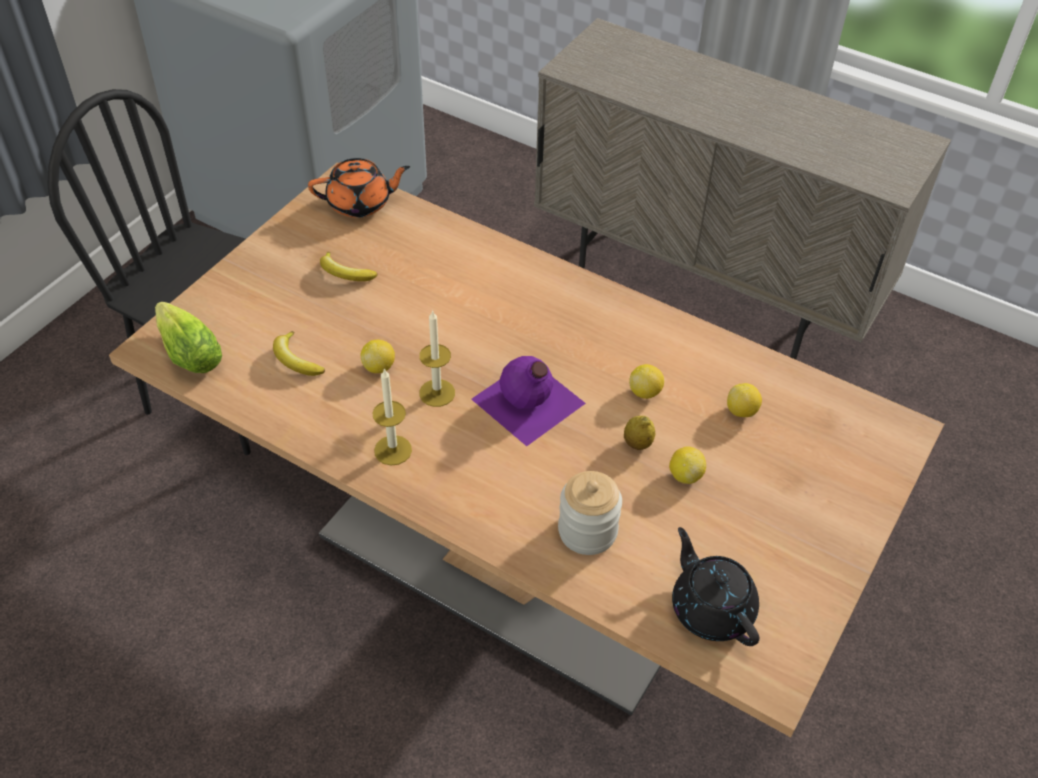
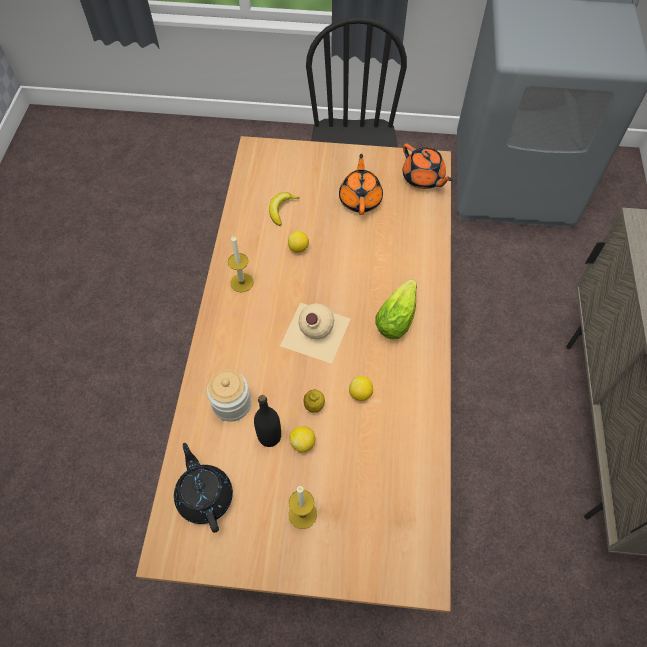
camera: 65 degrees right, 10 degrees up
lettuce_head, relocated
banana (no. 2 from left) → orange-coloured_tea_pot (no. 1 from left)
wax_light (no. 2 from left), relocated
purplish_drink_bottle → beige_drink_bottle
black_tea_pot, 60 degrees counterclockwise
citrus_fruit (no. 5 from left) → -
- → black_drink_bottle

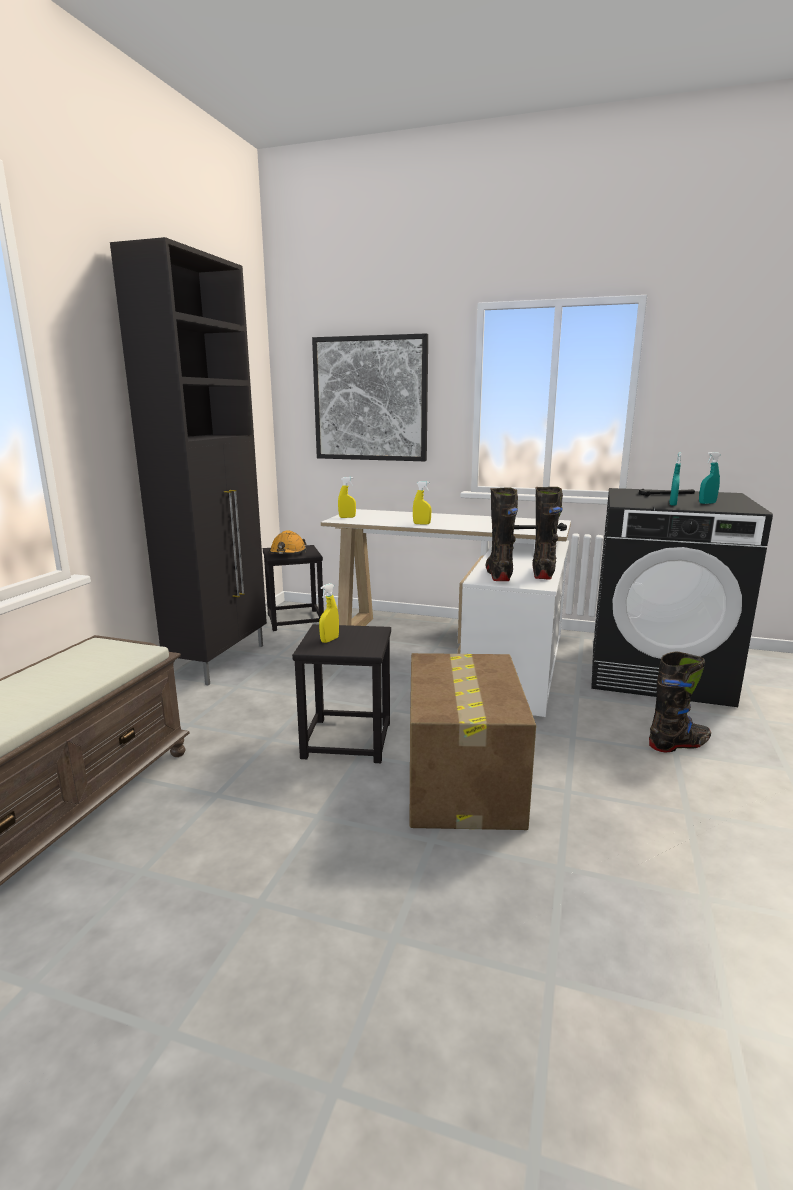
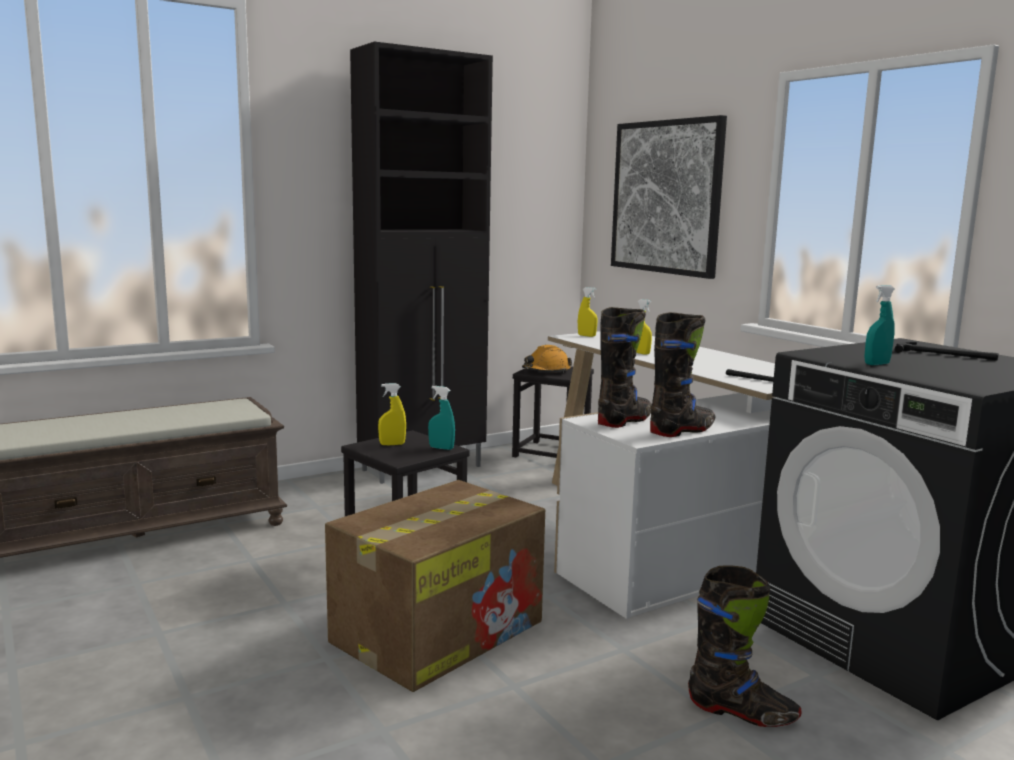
camera: 40 degrees right, 5 degrees down
turquoise_sprayer (no. 2 from left in the first image) → turquoise_sprayer (no. 1 from left), relocated

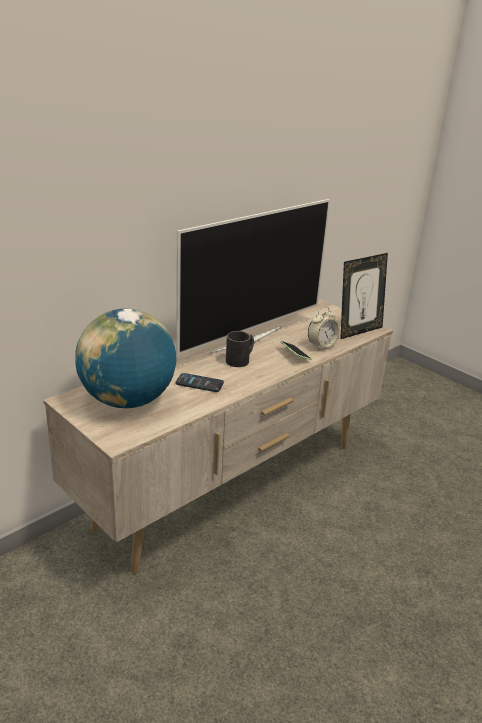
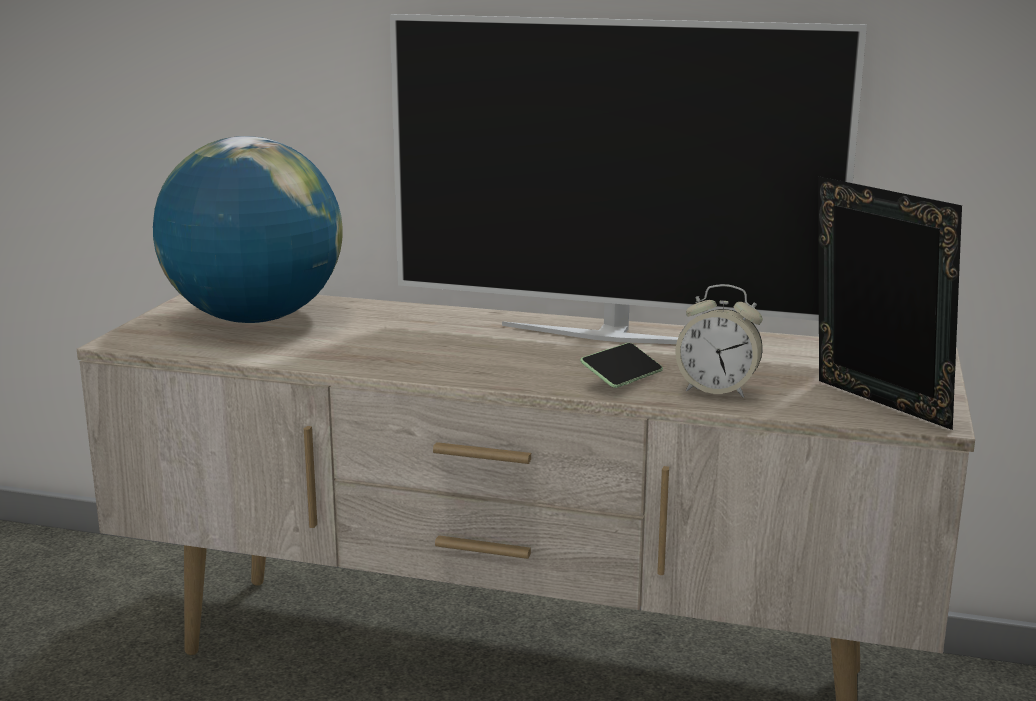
camera: 60 degrees right, 10 degrees down
handset (no. 1 from left) → -
black_tea_mug → -
standing_frame, 150 degrees counterclockwise

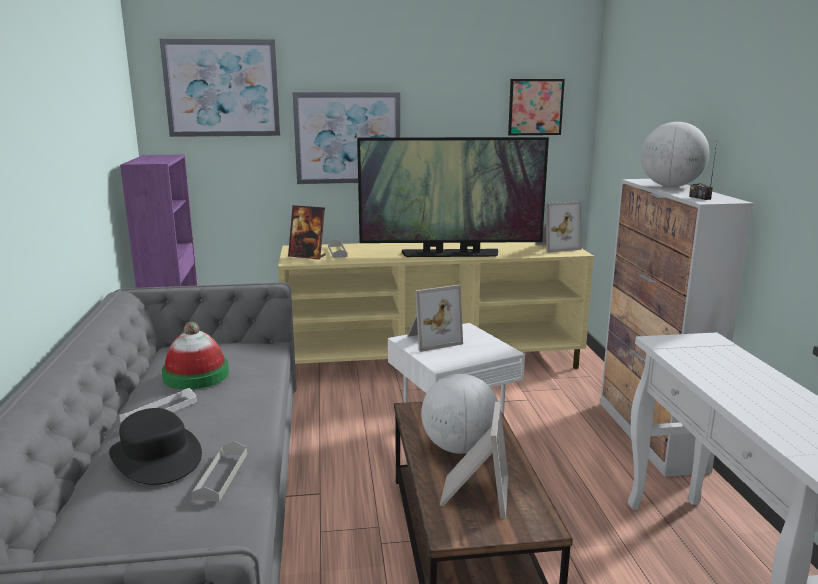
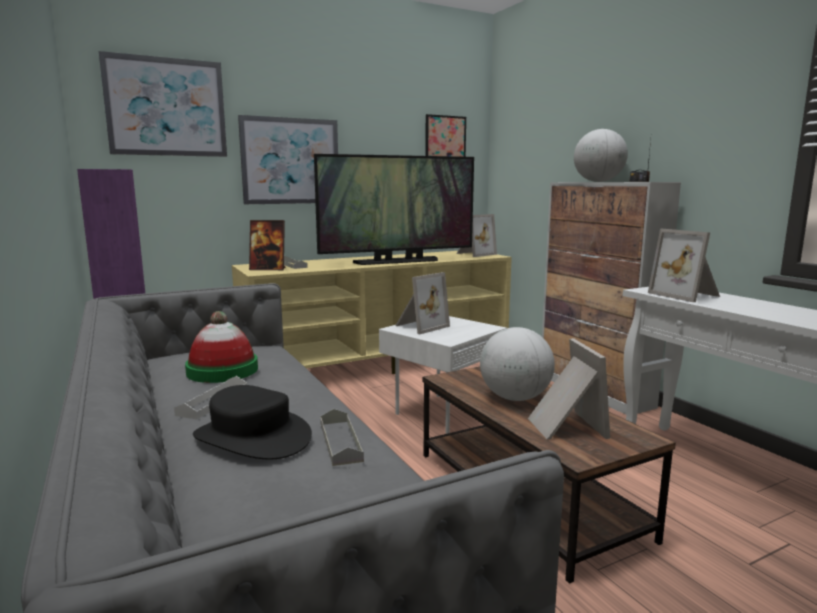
camera: 20 degrees left, 5 degrees down
- → standing_frame (no. 5 from left)

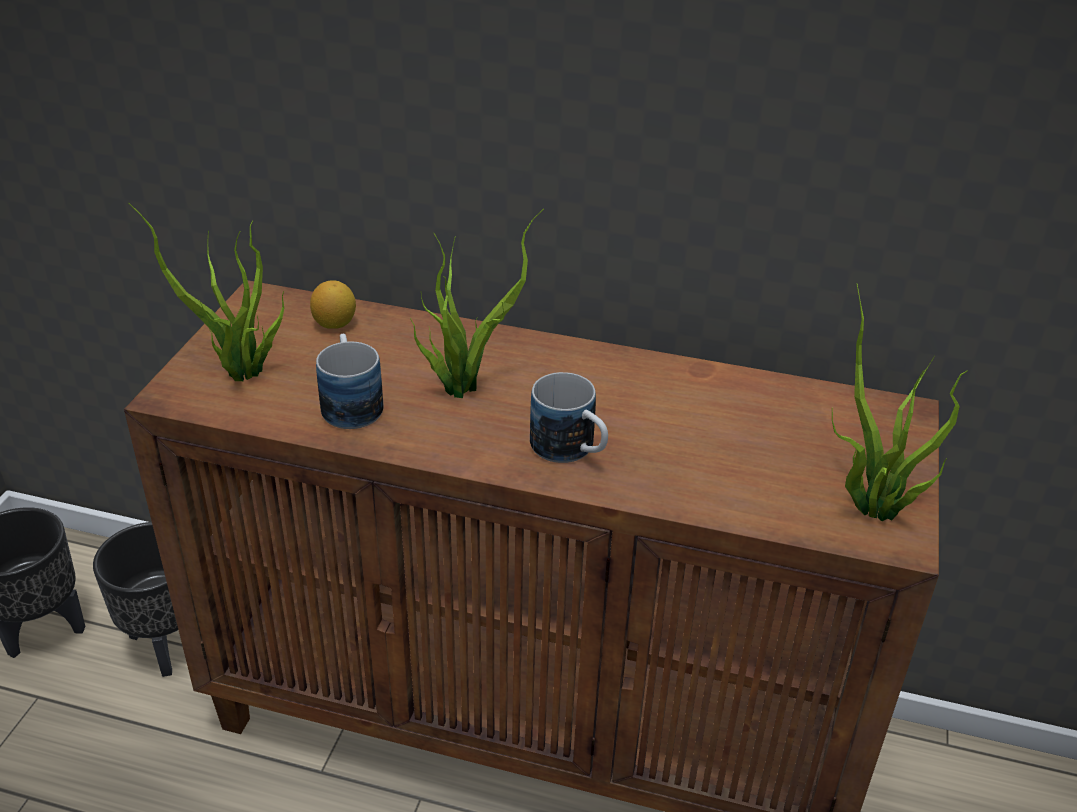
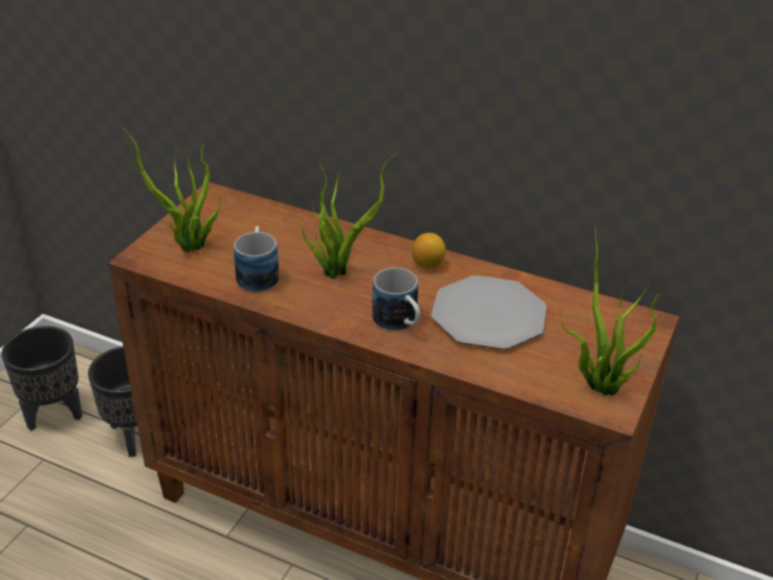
camera: 10 degrees right, 0 degrees up
citrus_fruit, relocated
- → dinner_plate

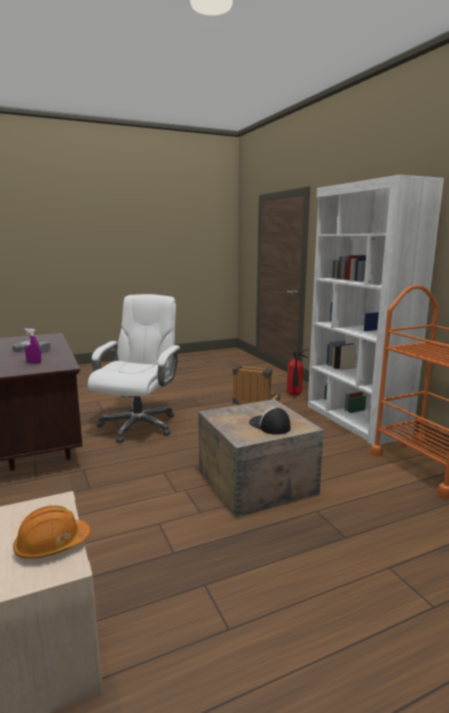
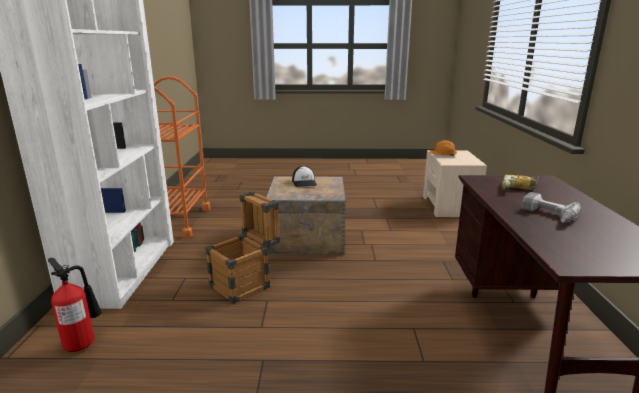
camera: 155 degrees left, 5 degrees up
purplish_sprayer → power_drill (no. 1 from left)
white-coloured_office_chair → -

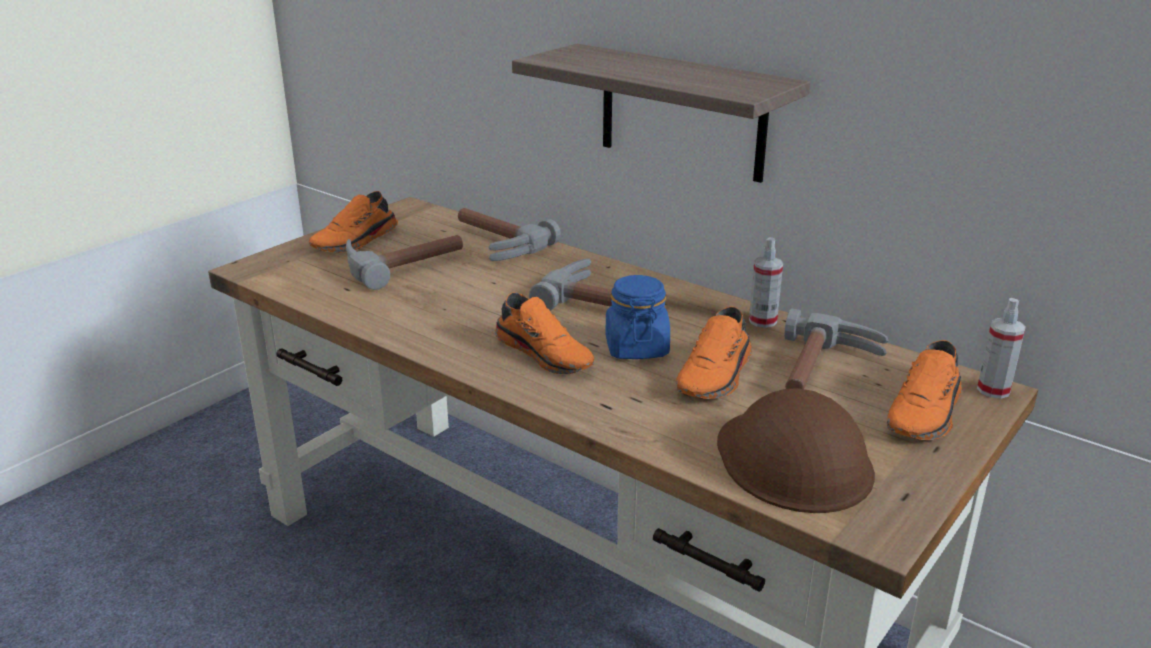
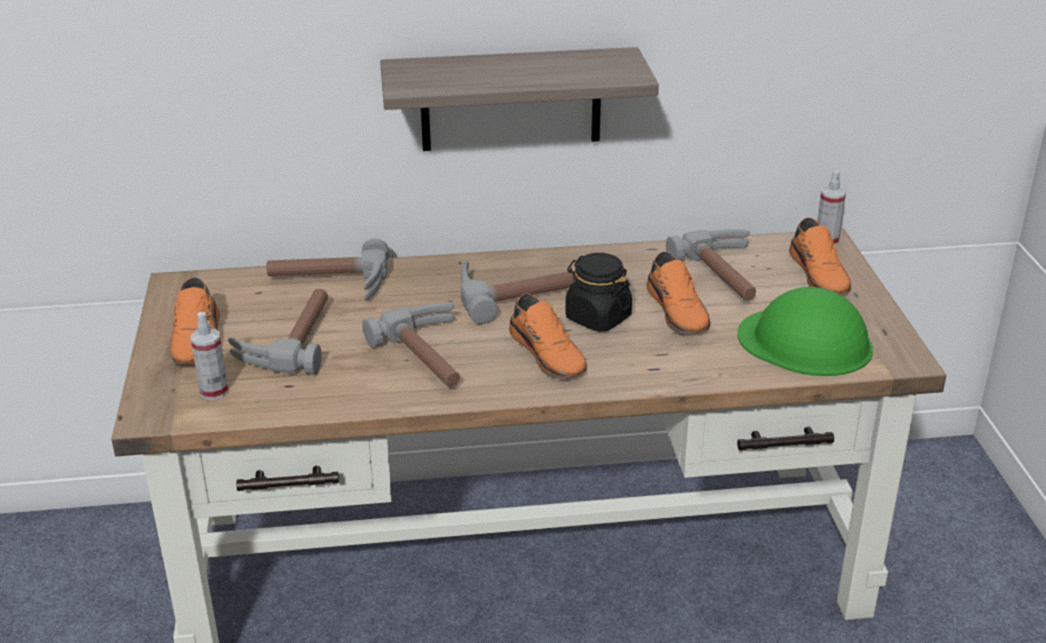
camera: 45 degrees left, 5 degrees up
orange-coloured_low_shoe (no. 2 from left), 60 degrees clockwise
bluish_preserve_jar → black_preserve_jar
brown_work_helmet → green_work_helmet
sprayer (no. 1 from left), relocated
- → tool_hammer (no. 3 from left)

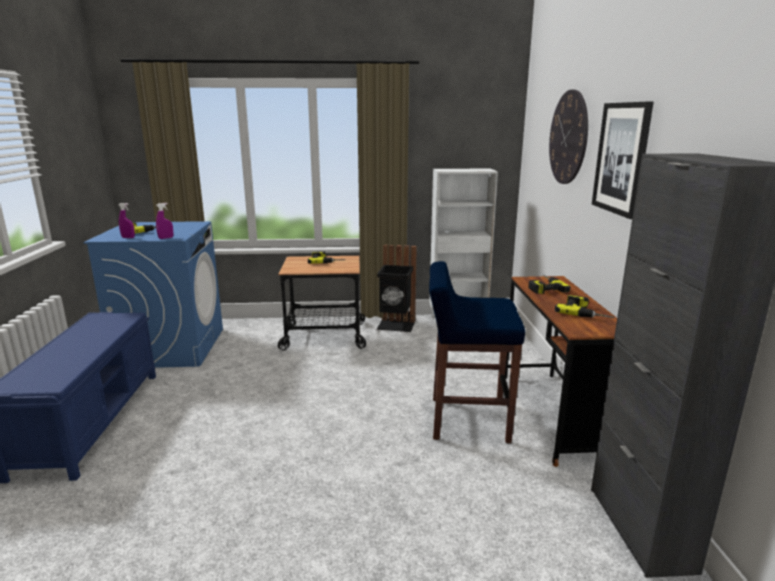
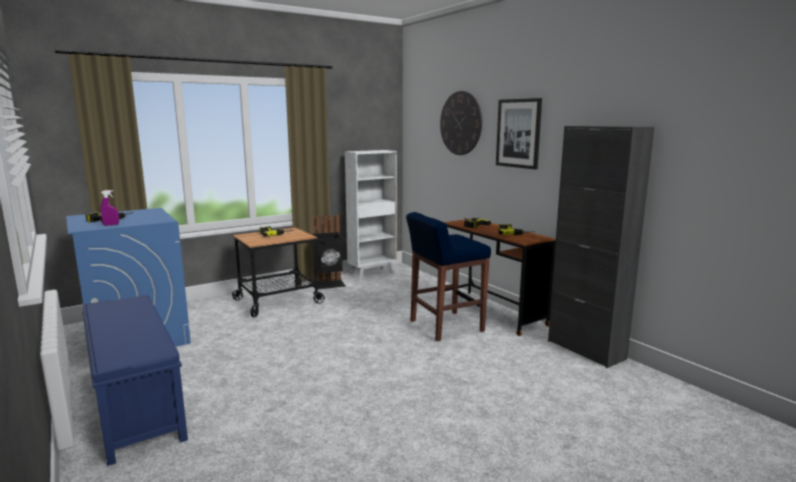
camera: 30 degrees left, 5 degrees down
purplish_sprayer (no. 2 from left) → -

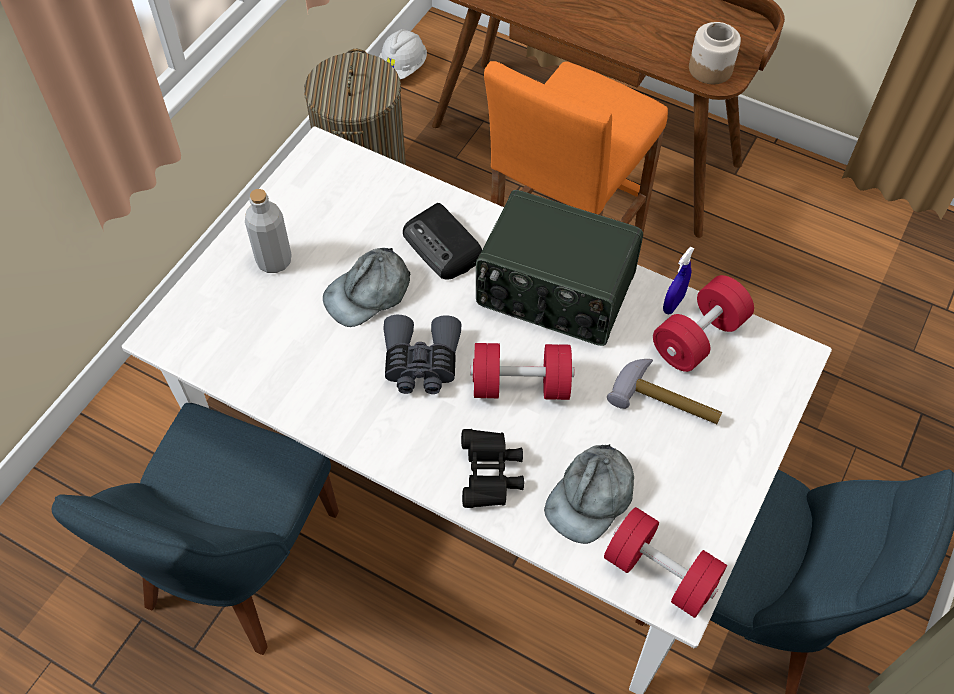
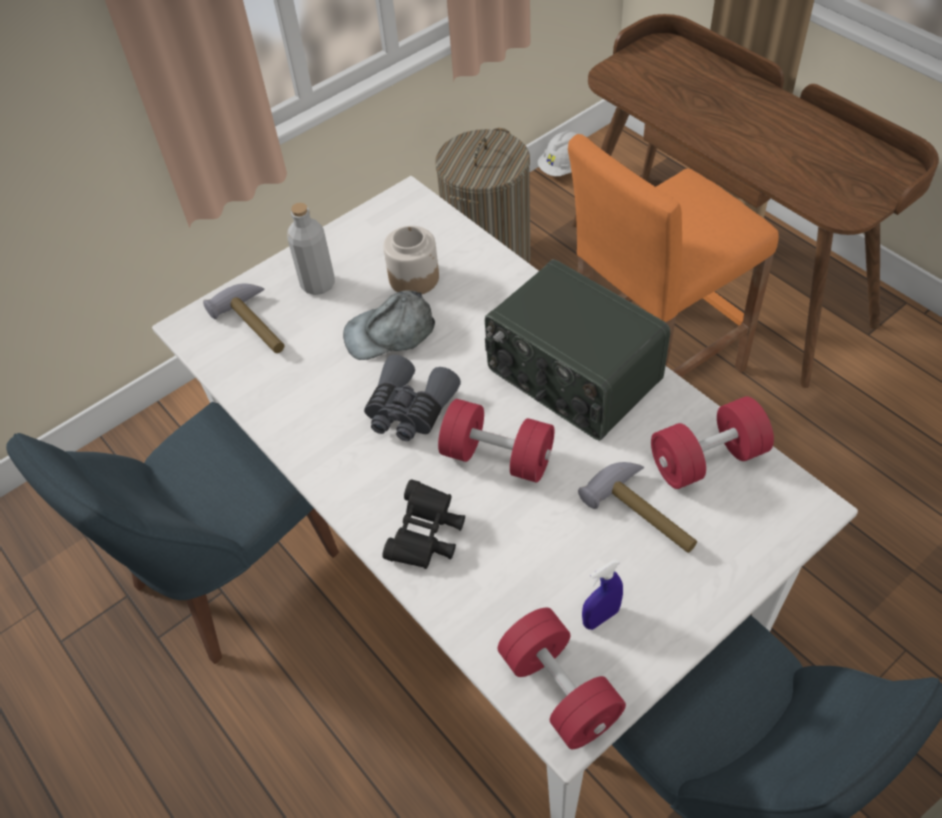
camera: 25 degrees right, 5 degrees down
radio_set (no. 1 from left) → -
grey_peaked_cap (no. 2 from left) → -
bluish_sprayer, relocated
preserve_jar, relocated
- → tool_hammer (no. 1 from left)

